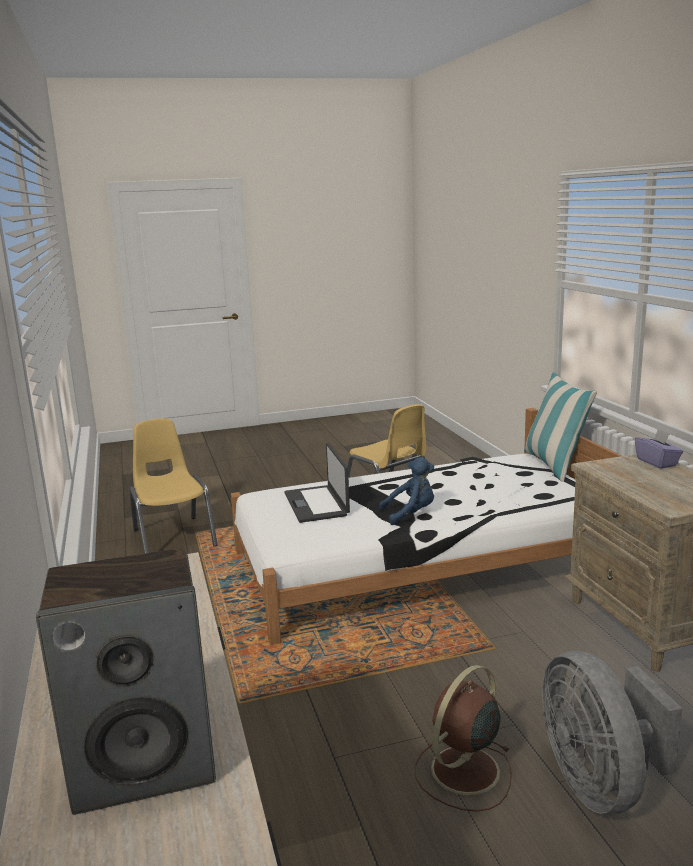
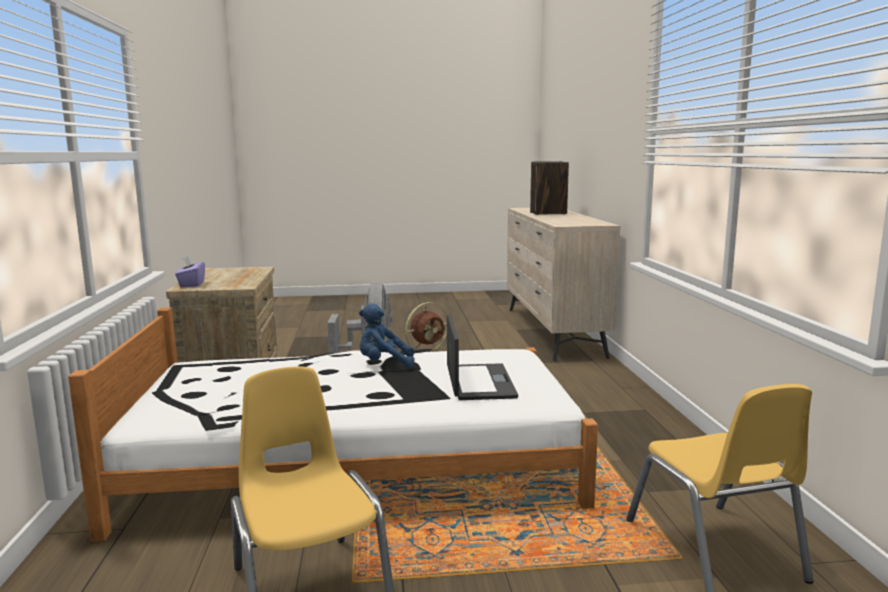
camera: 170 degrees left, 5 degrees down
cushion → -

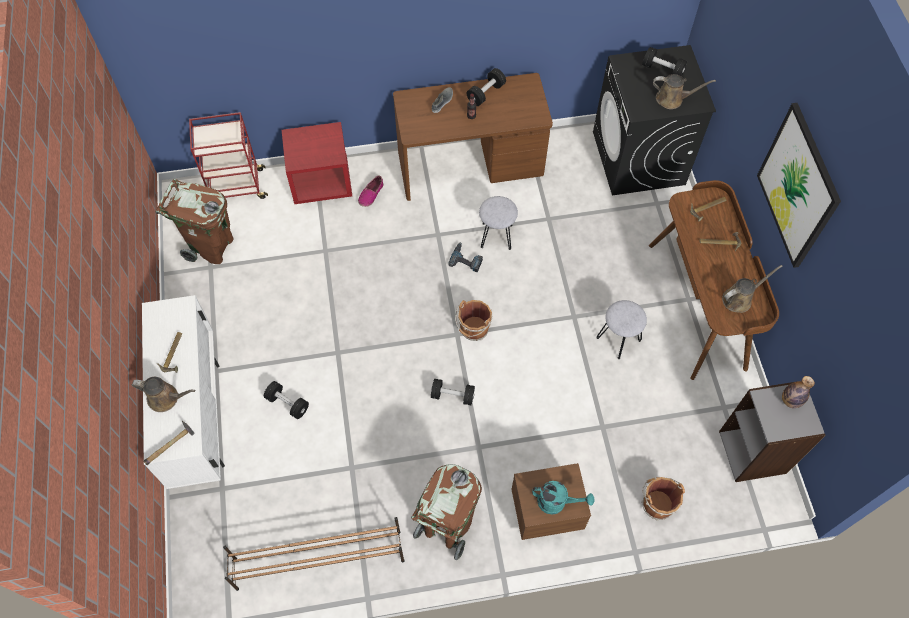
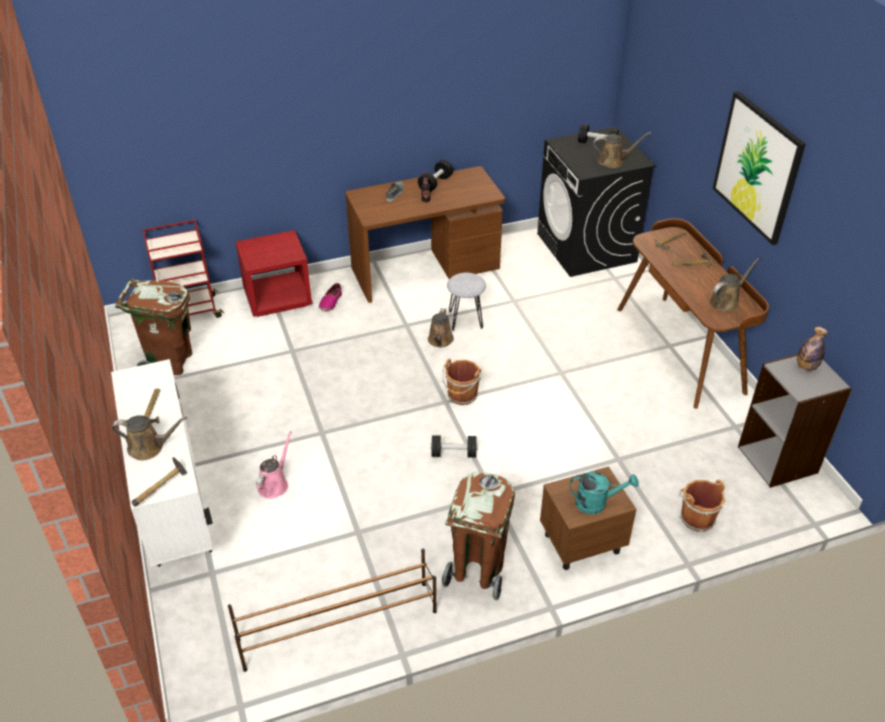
camera: 10 degrees left, 20 degrees down
black_dumbbell (no. 1 from left) → pink_sprinkling_can
power_drill → brown_sprinkling_can (no. 2 from left)
grey_stool_seat (no. 2 from left) → -

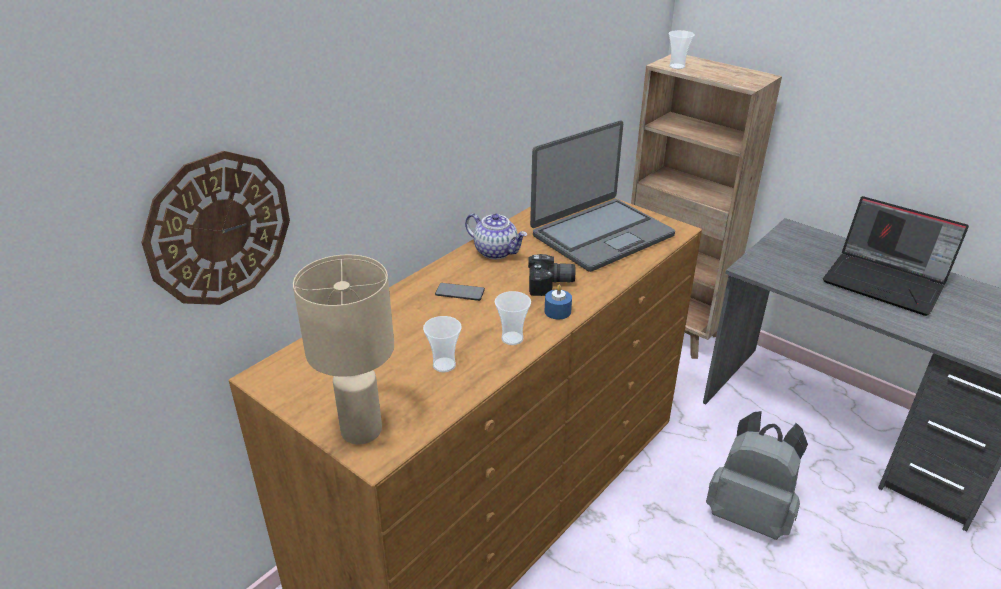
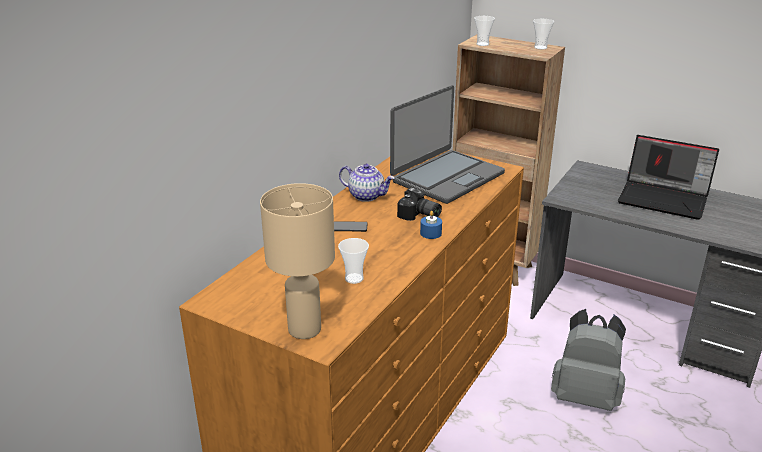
camera: 10 degrees left, 5 degrees down
hanging_clock → -
drinking_cup (no. 2 from left in the first image) → drinking_cup (no. 3 from left), relocated
photo_camera, 45 degrees clockwise

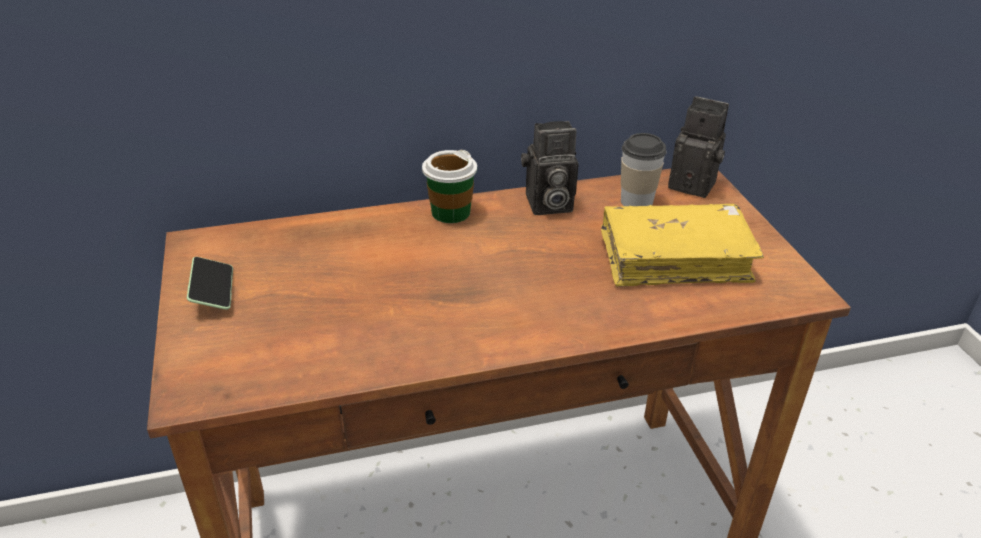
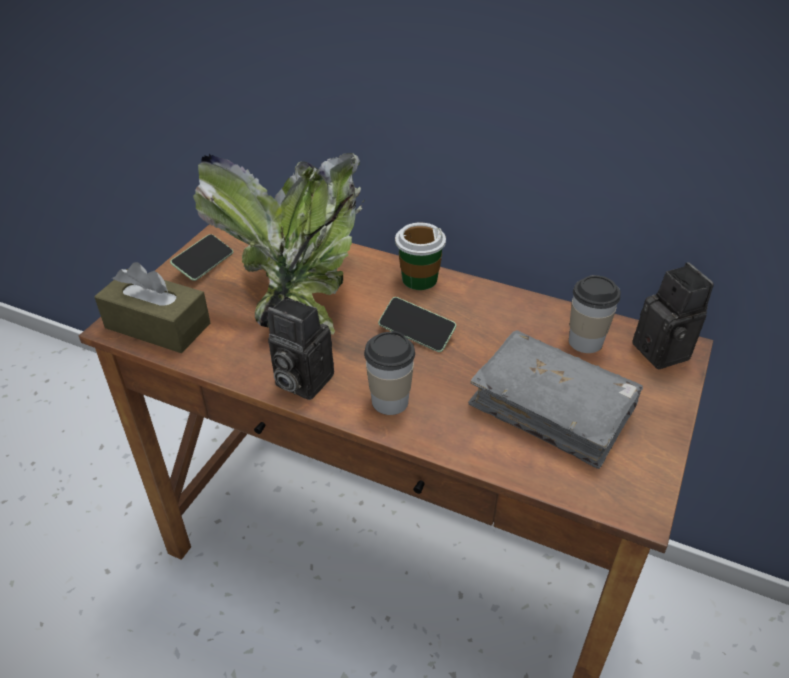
camera: 40 degrees right, 5 degrees up
photo_camera (no. 1 from left), relocated
yellow_volume → grey_volume
- → brown_tissue_holder
- → houseplant
- → drinking_cup (no. 1 from left)
- → handset (no. 2 from left)

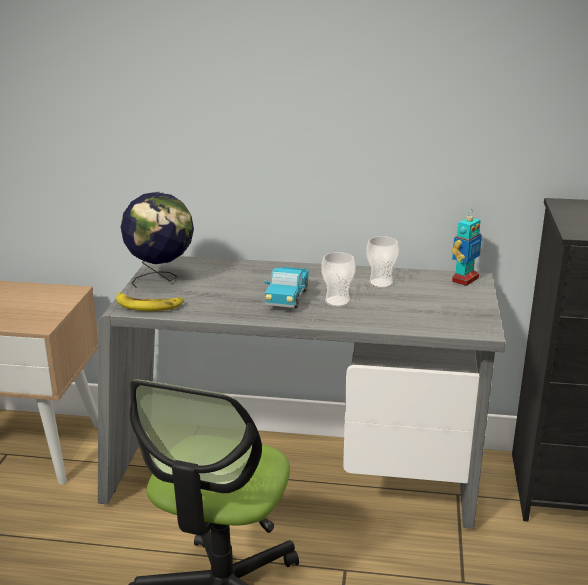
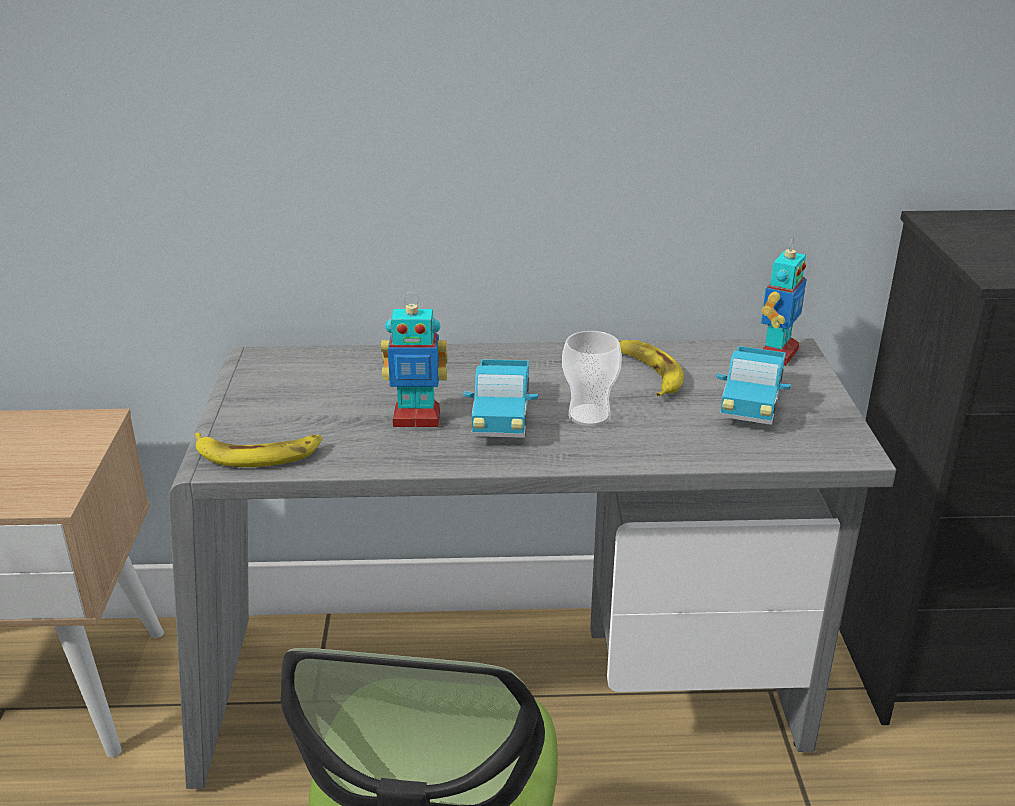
camera: 10 degrees left, 5 degrees up
globe → -
drinking_cup (no. 2 from left) → banana (no. 2 from left)
- → model_robot (no. 1 from left)
- → toy_lorry (no. 2 from left)

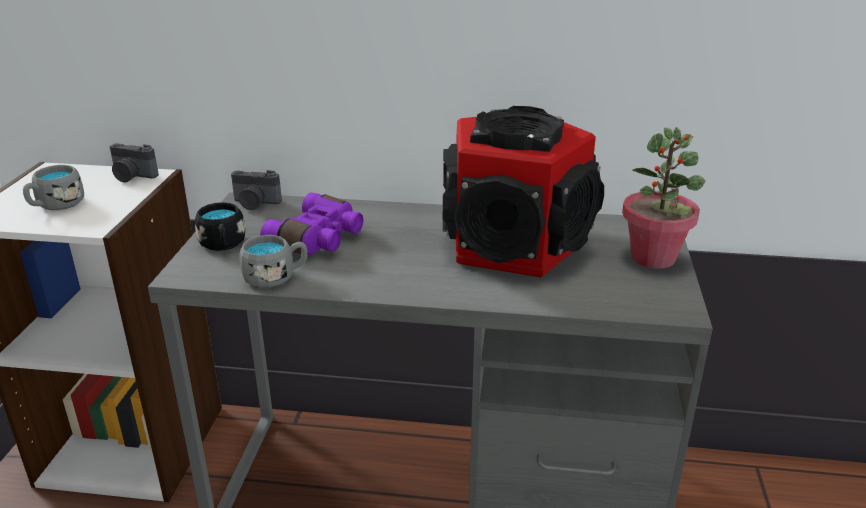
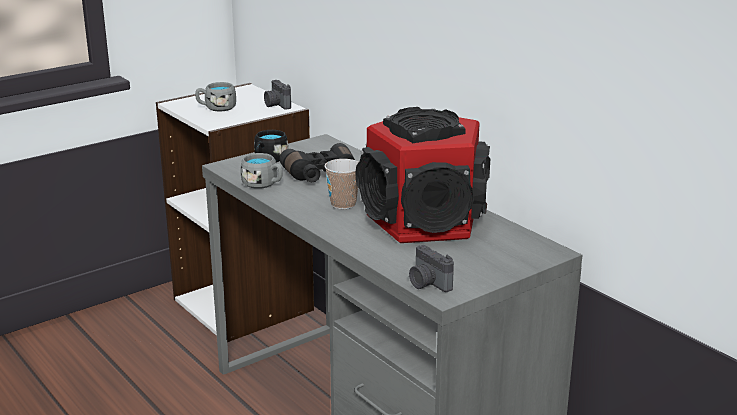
camera: 45 degrees right, 5 degrees down
photo_camera (no. 2 from left), relocated
purplish_binoculars → black_binoculars
houseplant → -
- → drinking_cup

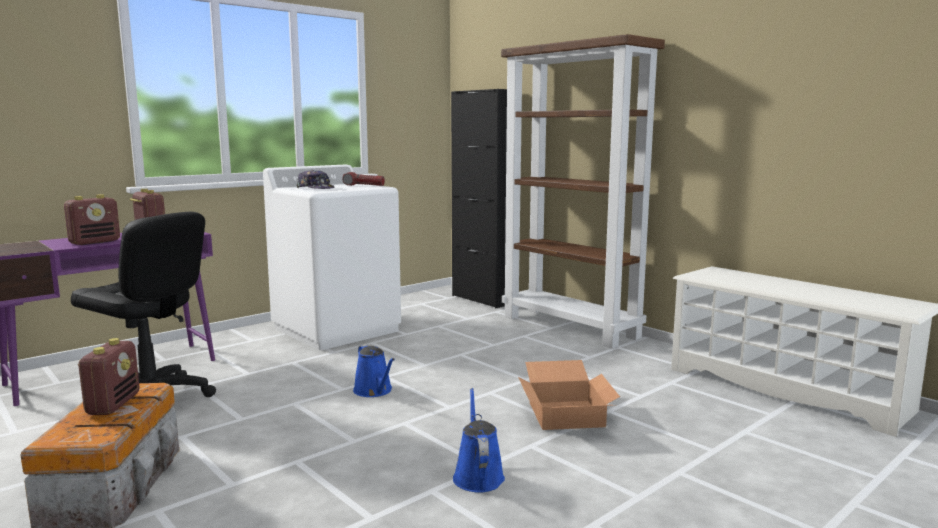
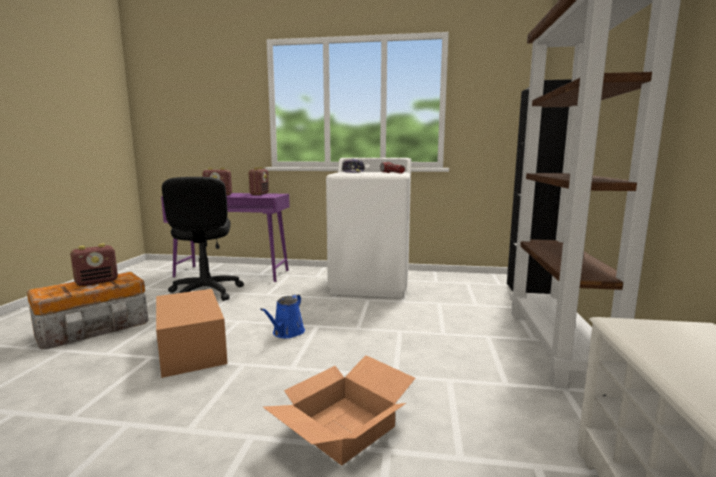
camera: 50 degrees right, 0 degrees up
bluish_sprinkling_can (no. 2 from left) → -
- → carton (no. 1 from left)

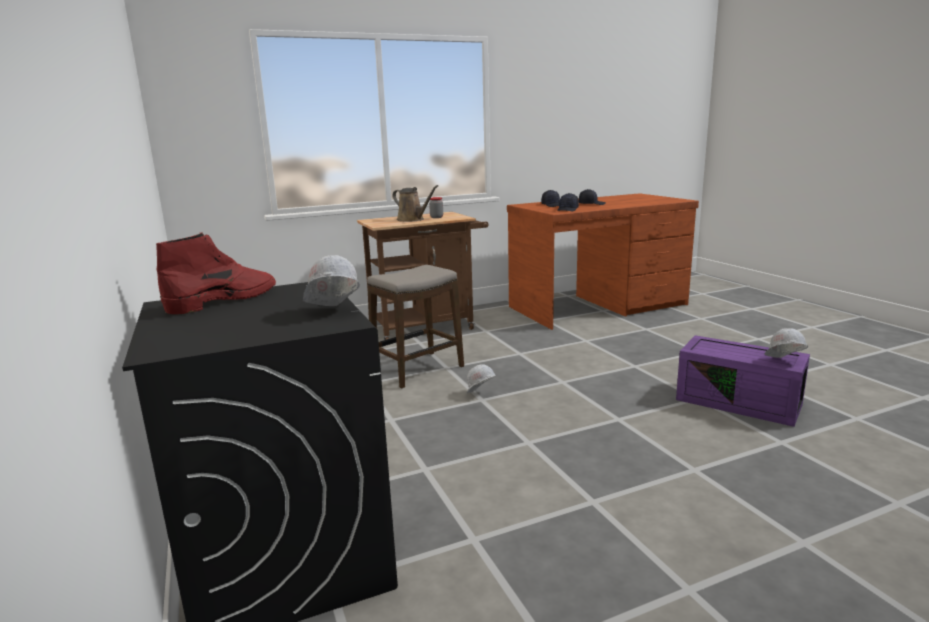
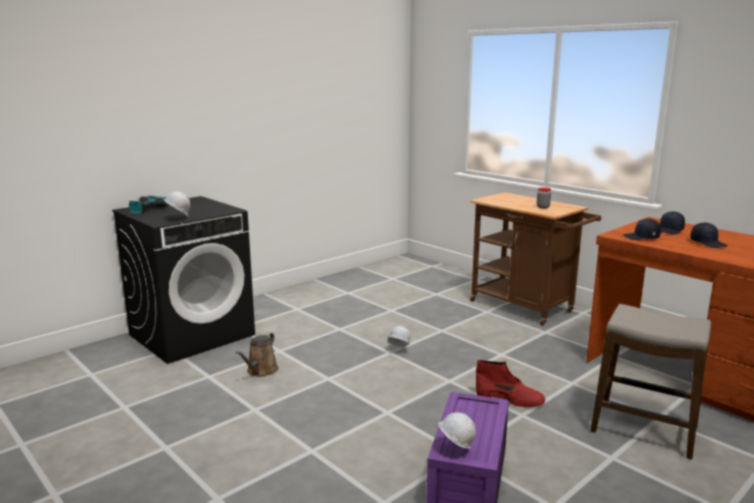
camera: 70 degrees right, 0 degrees up
red_tall_boot, relocated
stool_seat, relocated
brown_sprinkling_can, relocated
- → power_drill

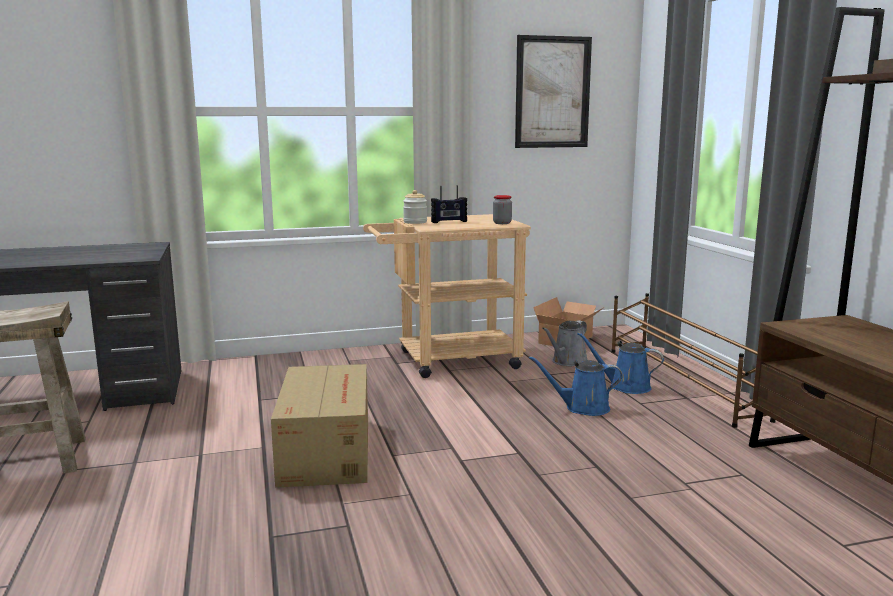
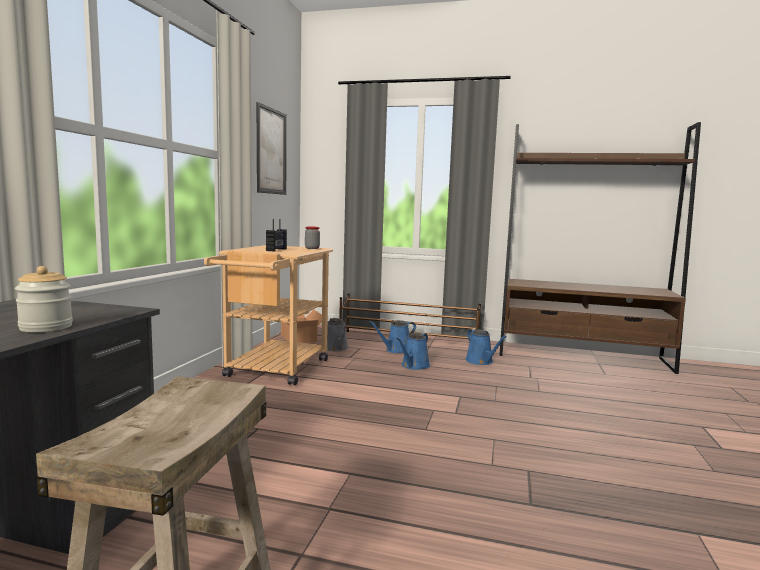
camera: 60 degrees left, 5 degrees down
carton (no. 1 from left) → -
preserve_jar (no. 1 from left), relocated
- → bluish_sprinkling_can (no. 3 from left)

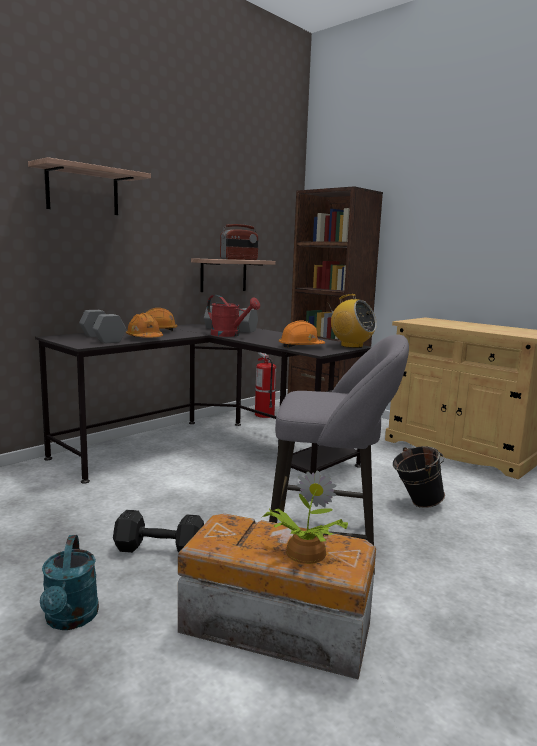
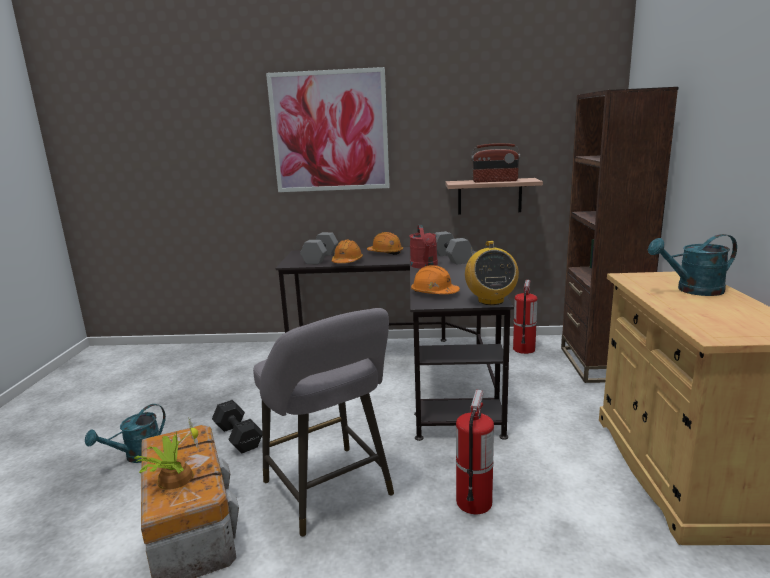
camera: 50 degrees right, 5 degrees up
shelf (no. 1 from left) → wall_art
black_pail → fire-fighting_cylinder (no. 1 from left)
- → turquoise_sprinkling_can (no. 2 from left)

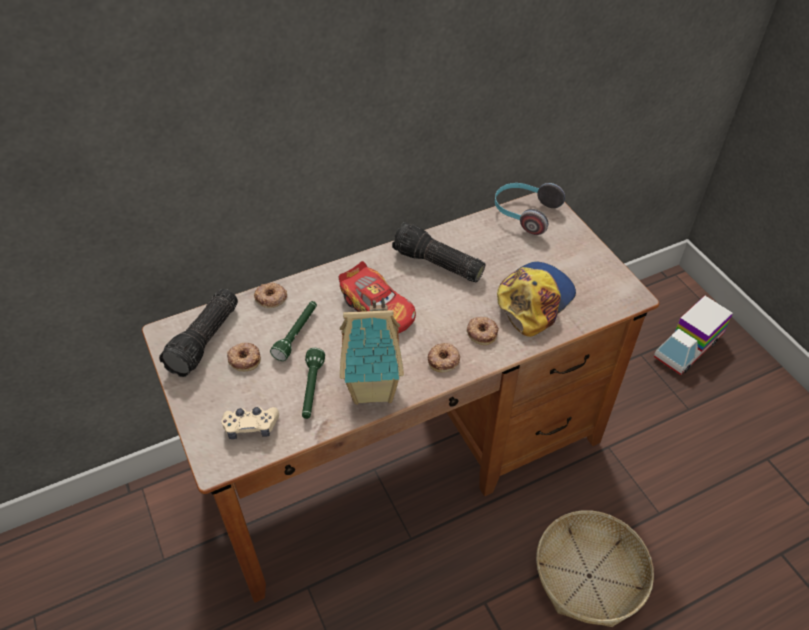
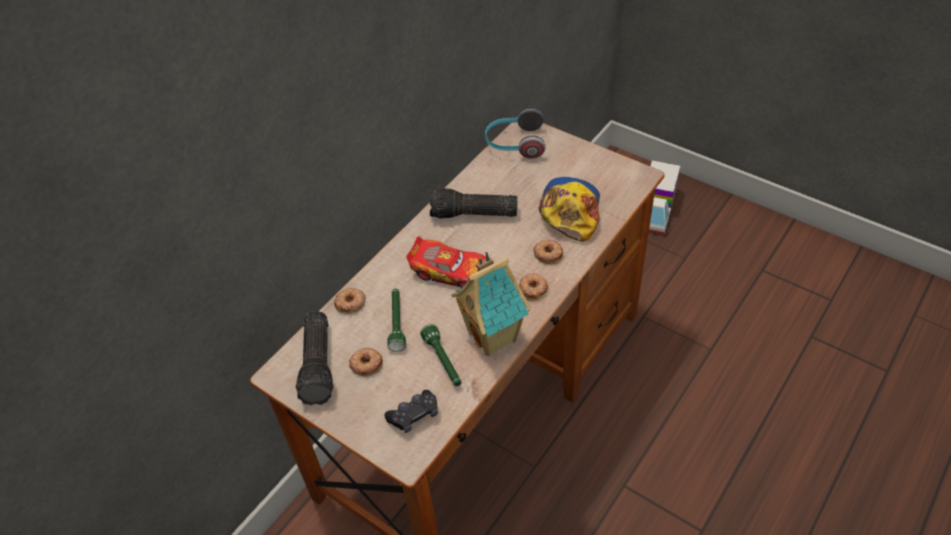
camera: 25 degrees left, 0 degrees up
beige_game_controller → black_game_controller
basket → -

